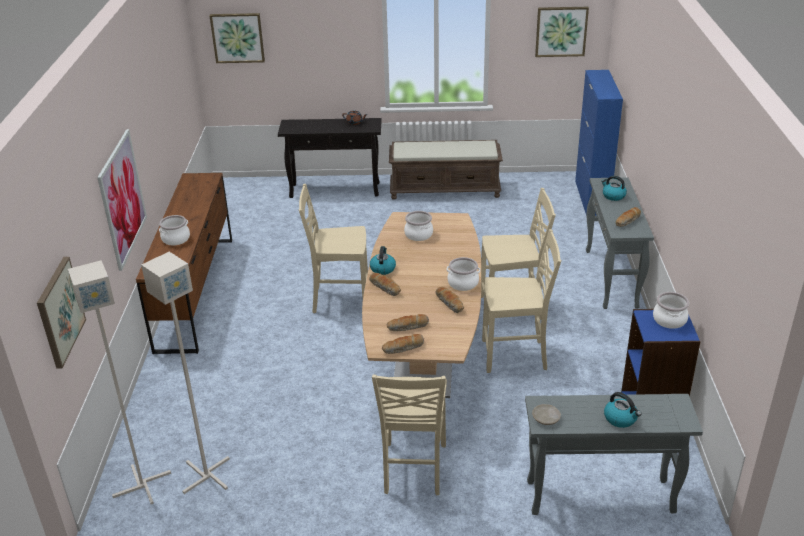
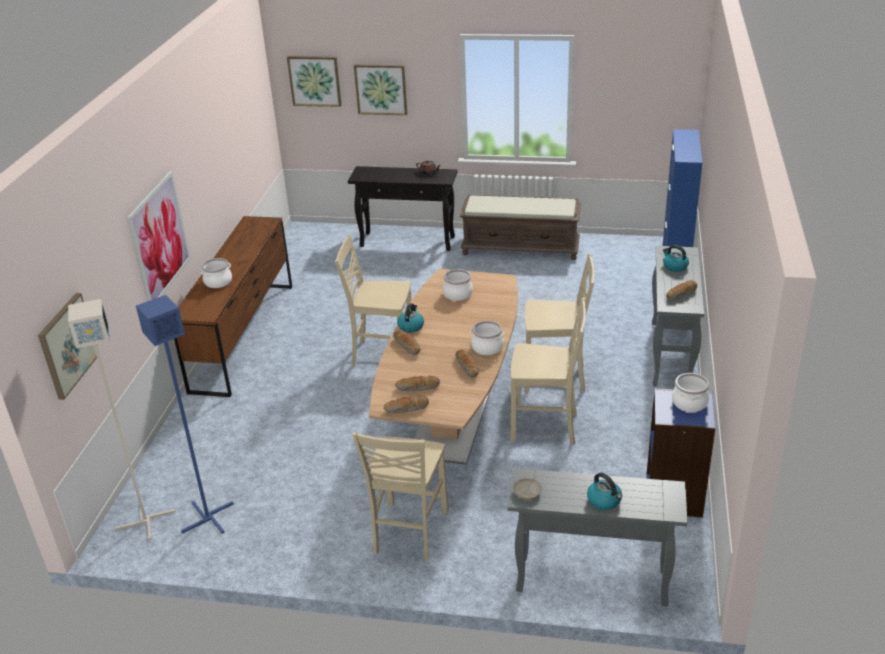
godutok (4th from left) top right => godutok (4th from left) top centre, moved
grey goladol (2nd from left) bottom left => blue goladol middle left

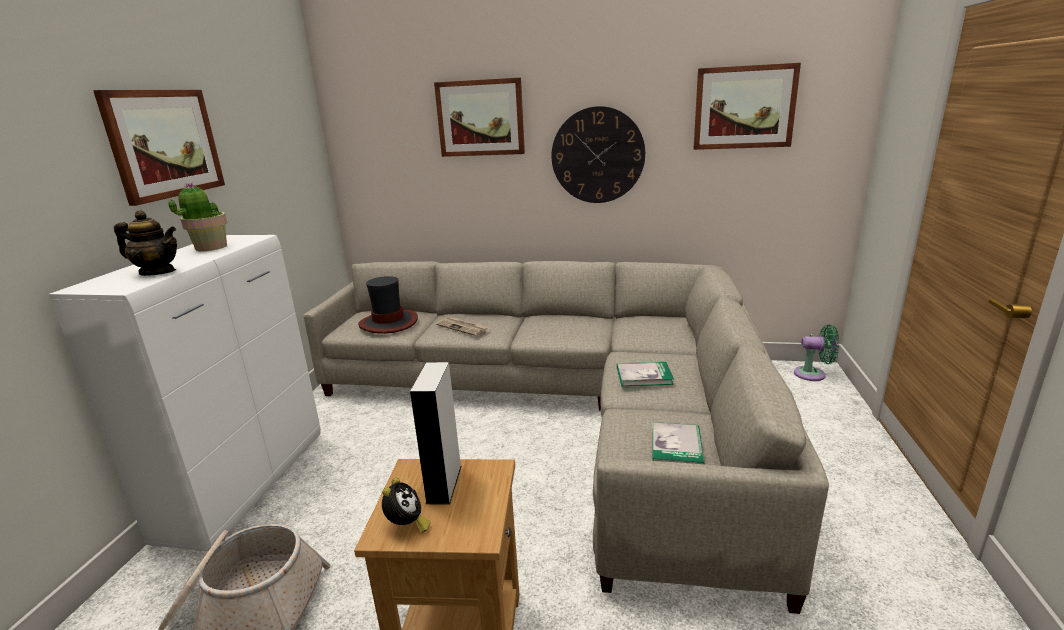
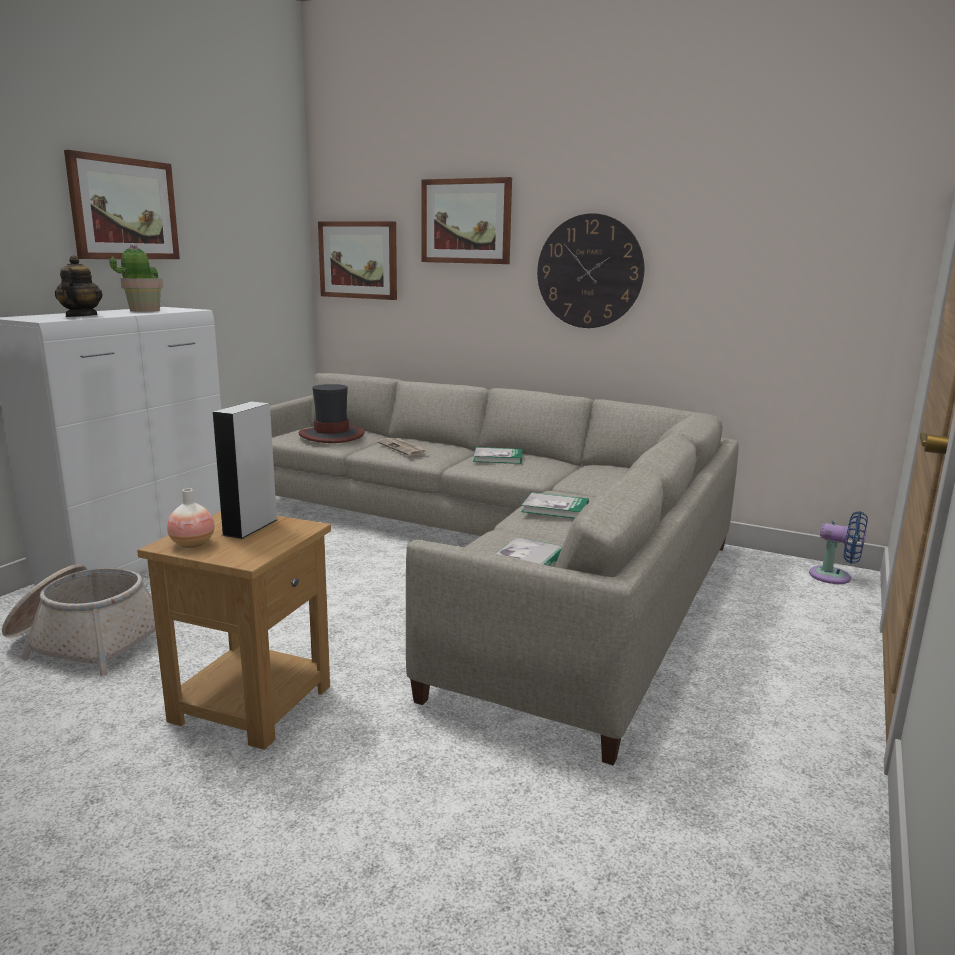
godutok (3rd from left in the first image) top right => godutok (2nd from left) top centre, moved
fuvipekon middle left => fuvipekon top left, 120 degrees counterclockwise
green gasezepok middle right => blue gasezepok middle right
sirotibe bottom centre => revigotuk middle left
nothing => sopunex (1st from left) centre

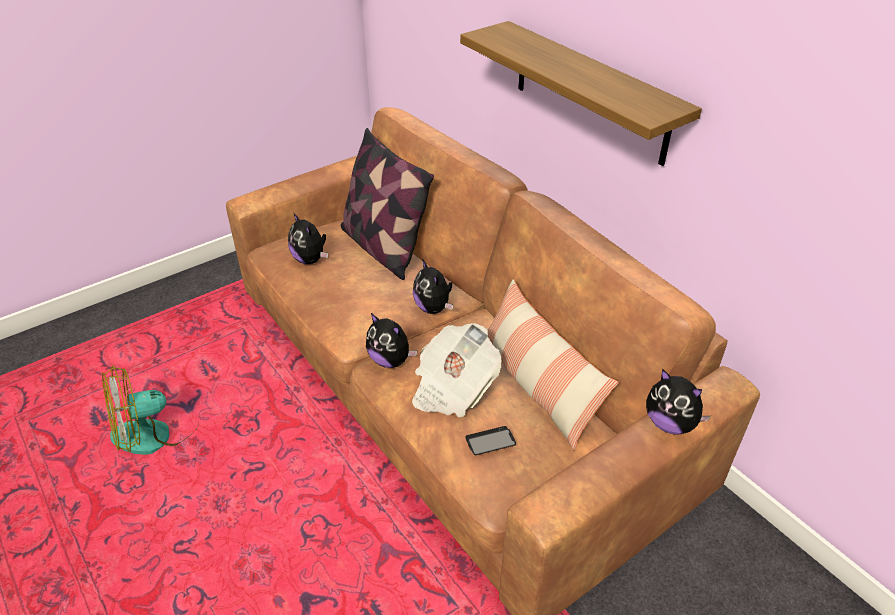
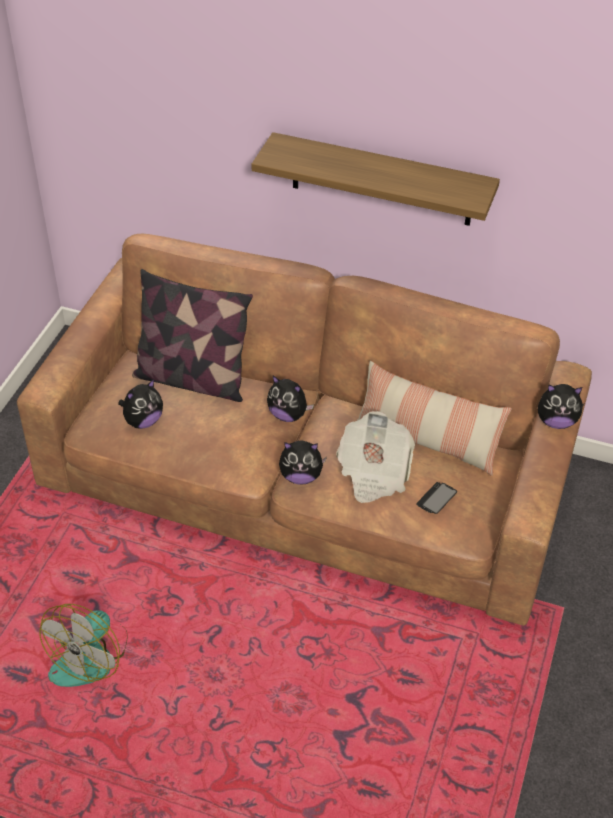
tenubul (1st from left) centre => tenubul (1st from left) middle left, 60 degrees counterclockwise

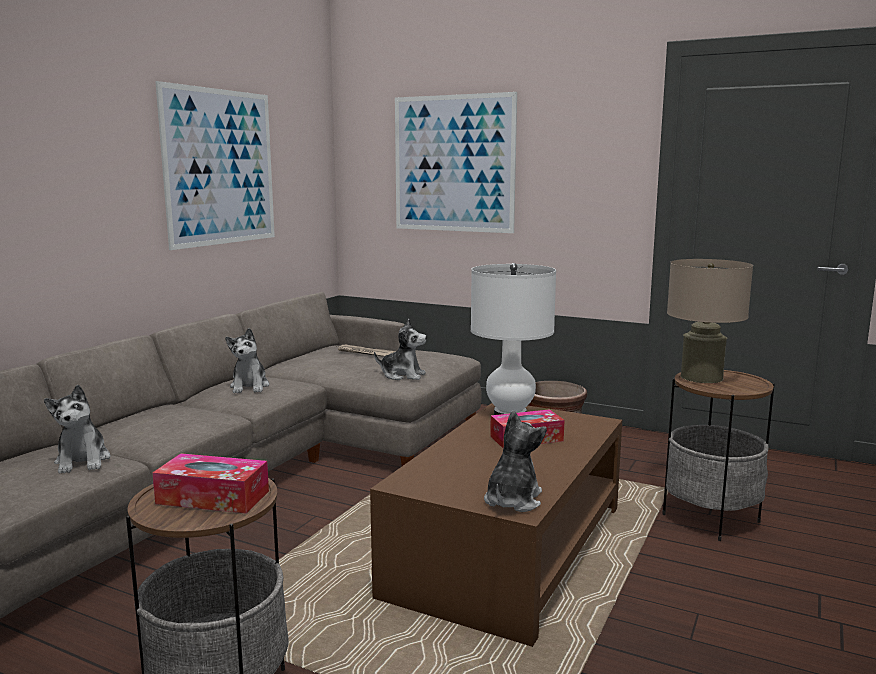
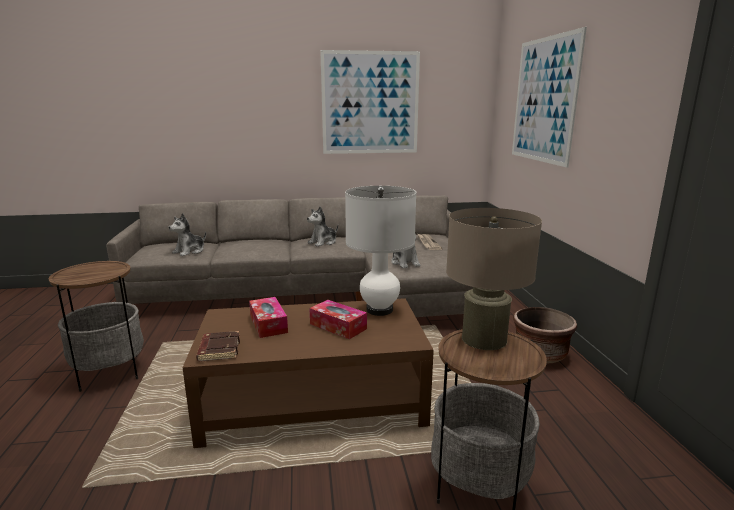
tenubul (4th from left) bottom centre => brown sopunex bottom left
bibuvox (1st from left) bottom left => bibuvox (1st from left) centre, moved

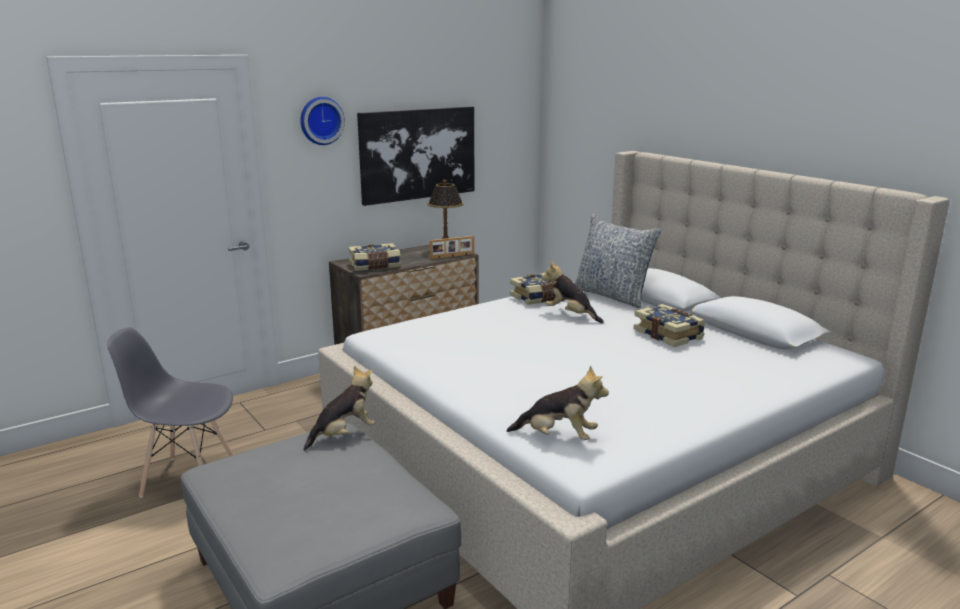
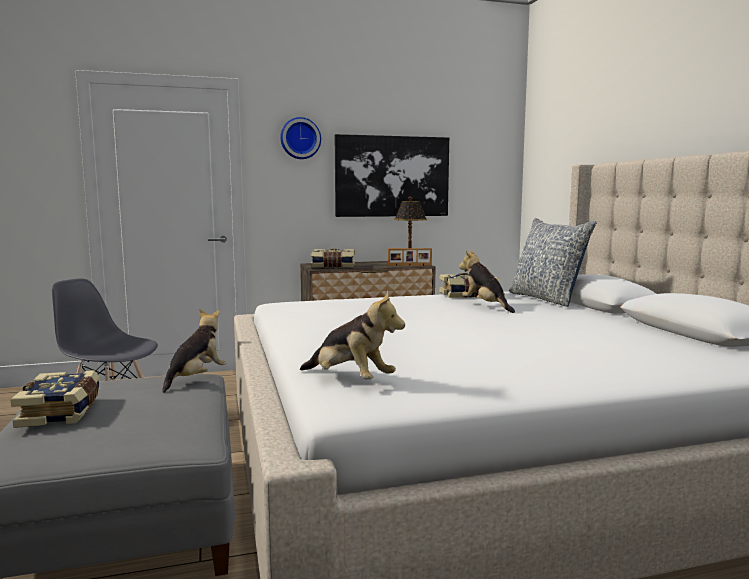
sopunex (3rd from left in the first image) middle right => sopunex (1st from left) bottom left, moved
tenubul (1st from left) bottom centre => tenubul (1st from left) middle left, 45 degrees counterclockwise

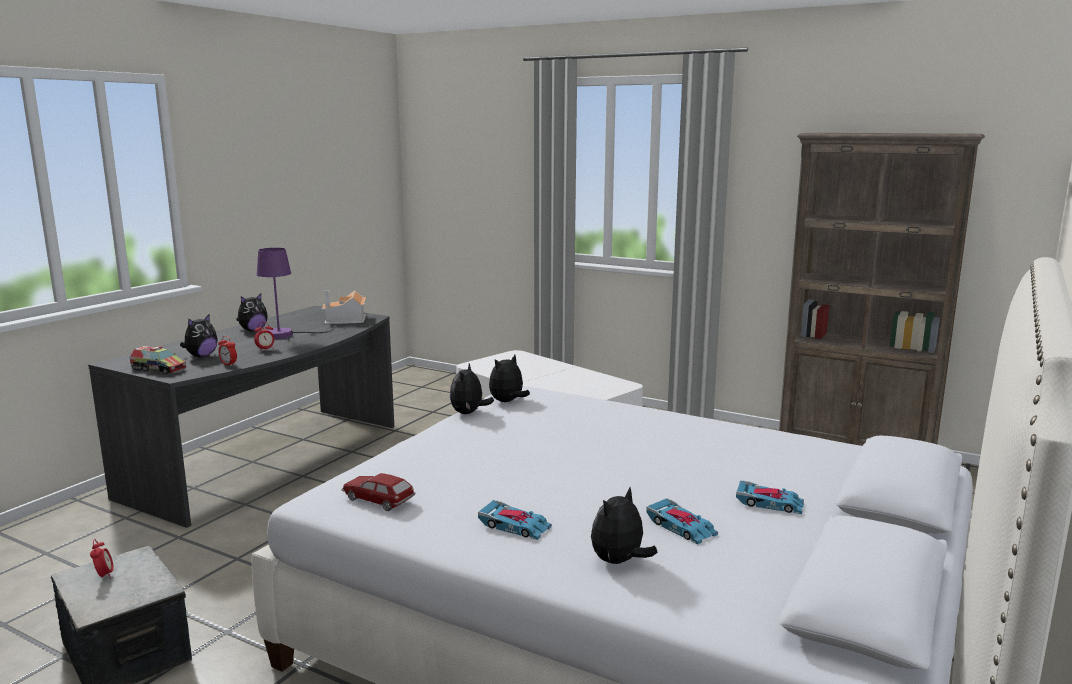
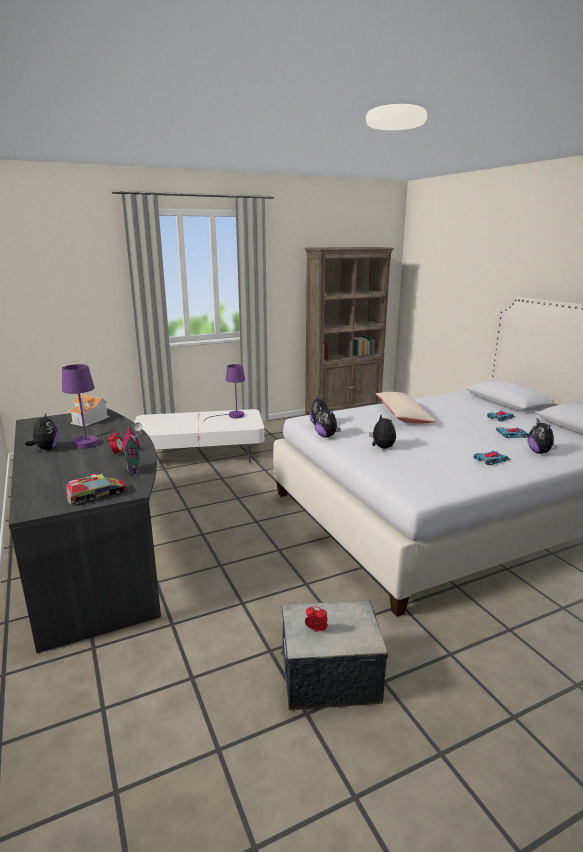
tenubul (1st from left in the first image) middle left => tenubul (4th from left) centre, moved
sirotibe (2nd from left) middle left => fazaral (2nd from left) middle left
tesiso (1st from left) bottom centre => nothing
nothing => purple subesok (2nd from left) centre
nothing => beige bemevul middle right

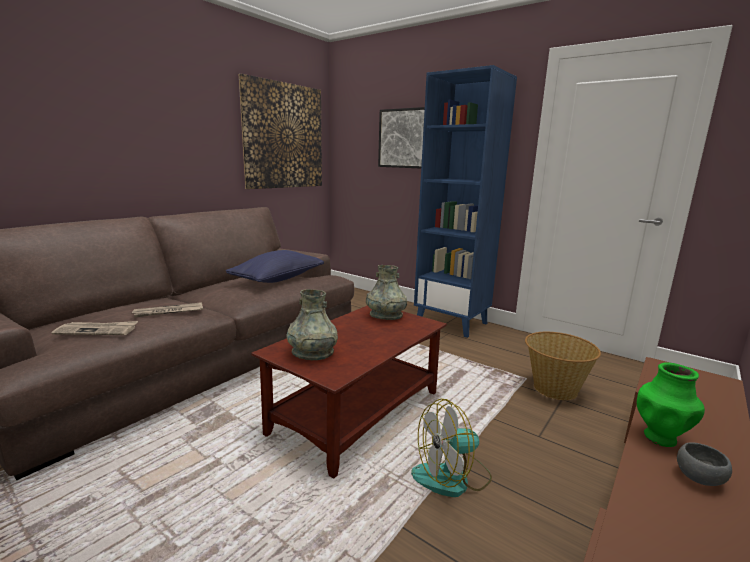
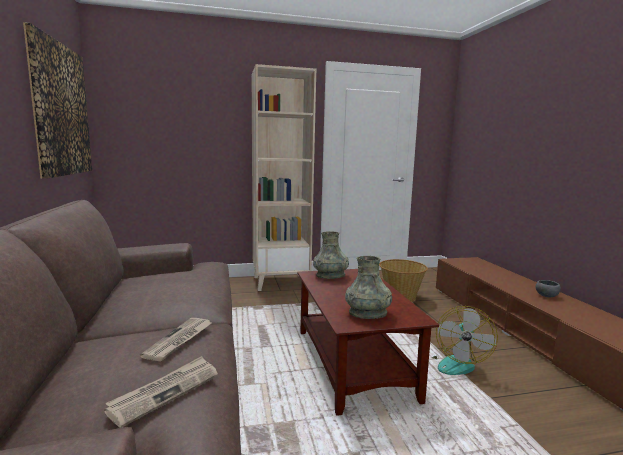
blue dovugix centre => beige dovugix centre
godutok (2nd from left) top centre => nothing
blue bemevul centre => nothing
green revigotuk bottom right => nothing

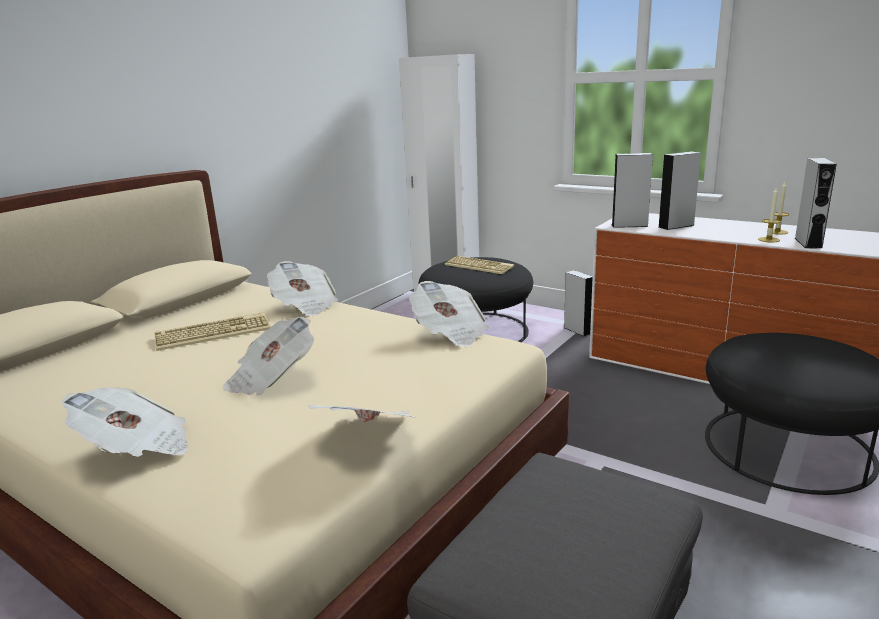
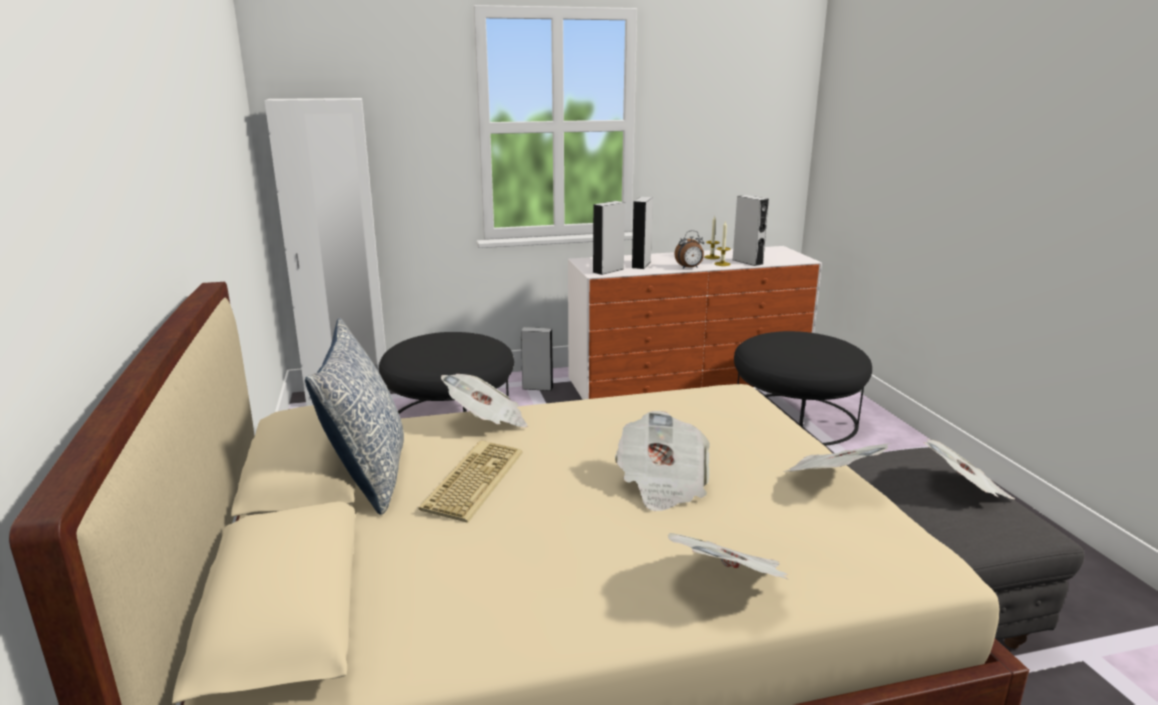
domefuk (2nd from left) centre => nothing
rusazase (5th from left) centre => rusazase (5th from left) middle right, moved
nothing => sirotibe centre
nothing => bemevul middle left

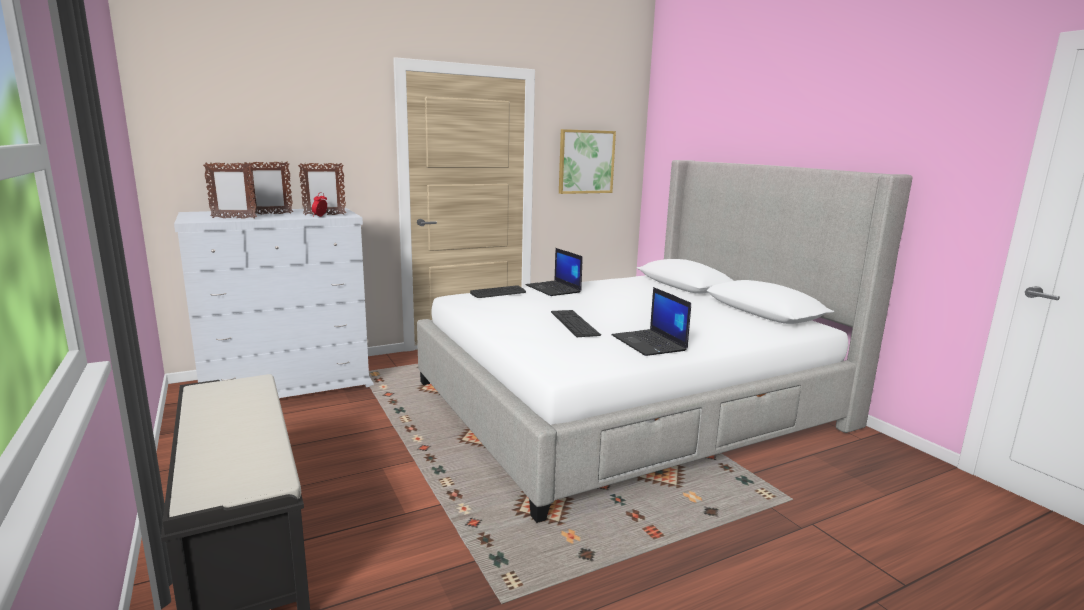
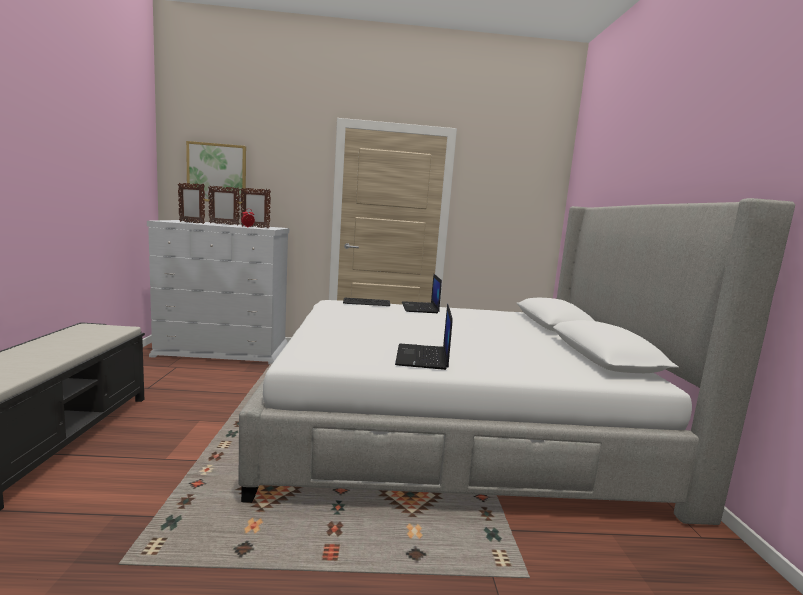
godutok top centre => godutok top left, moved
domefuk (2nd from left) centre => nothing

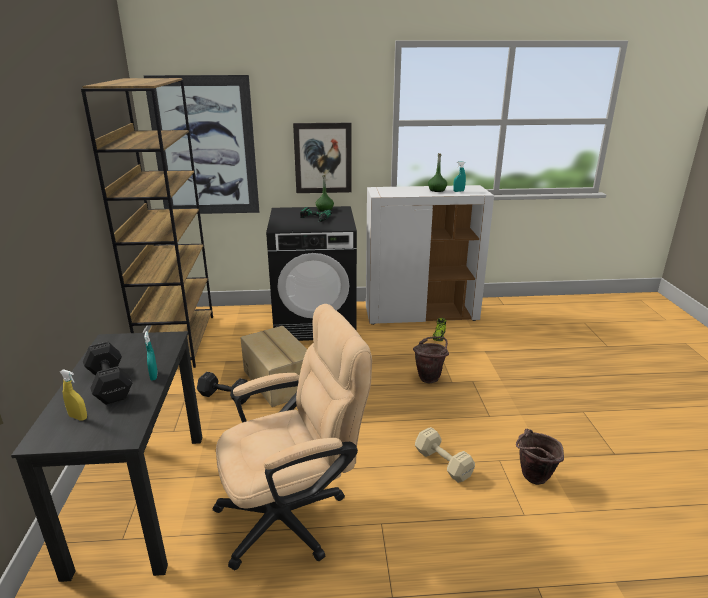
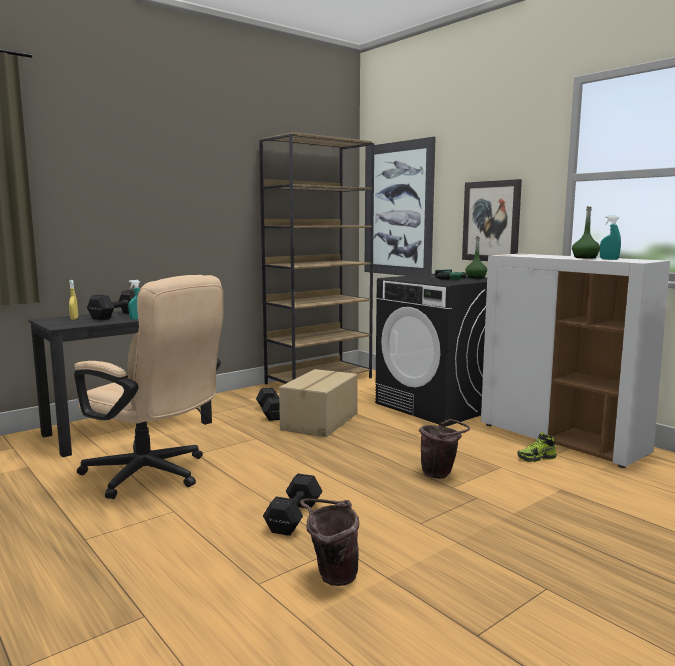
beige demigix bottom centre => black demigix (3rd from left) bottom centre

